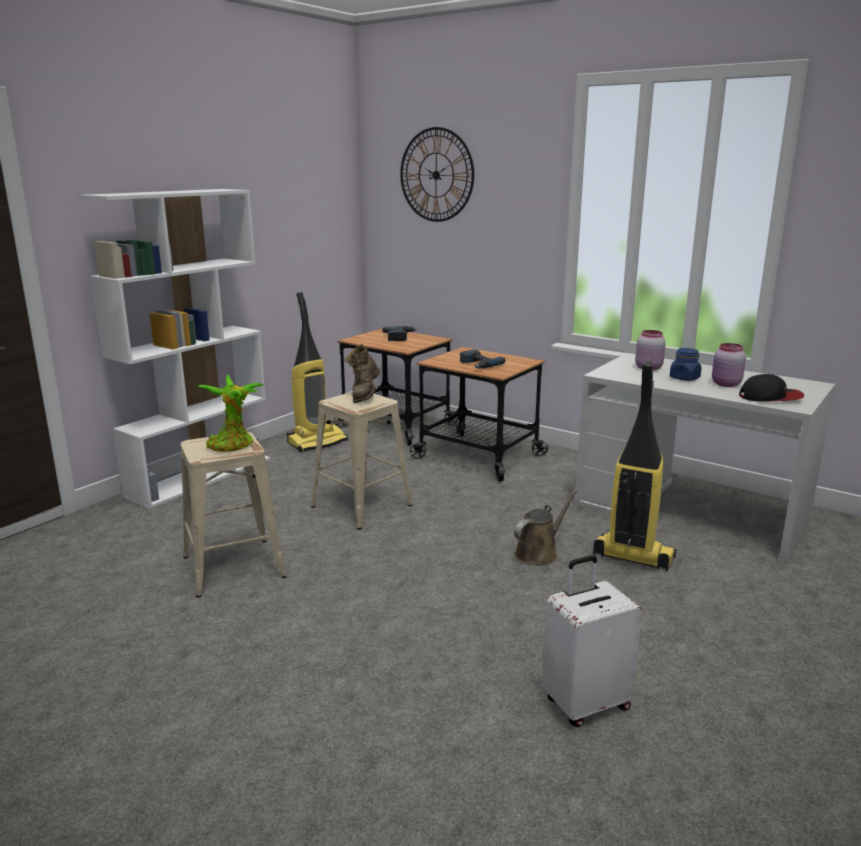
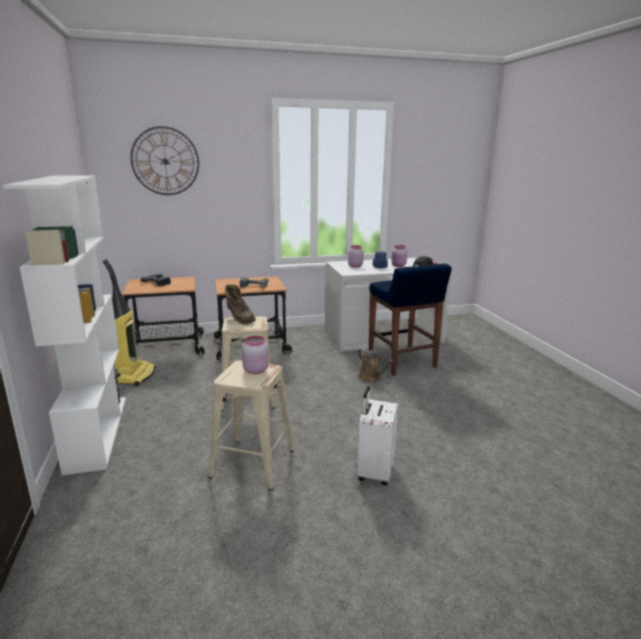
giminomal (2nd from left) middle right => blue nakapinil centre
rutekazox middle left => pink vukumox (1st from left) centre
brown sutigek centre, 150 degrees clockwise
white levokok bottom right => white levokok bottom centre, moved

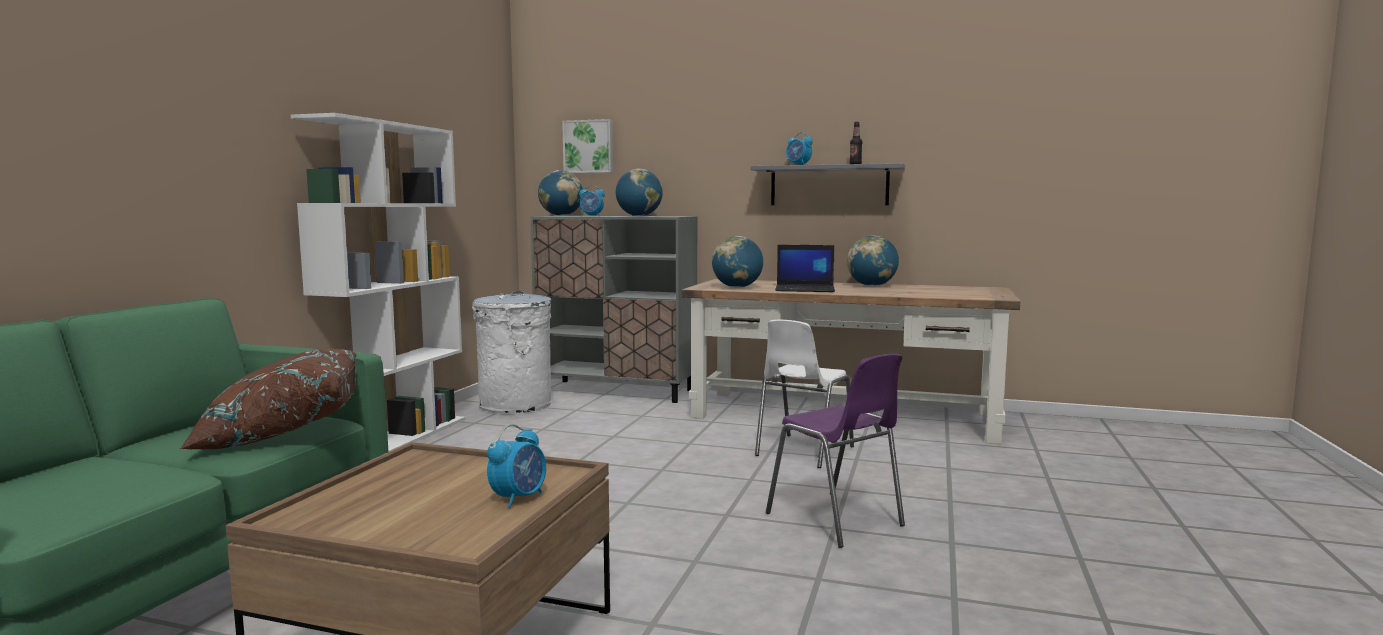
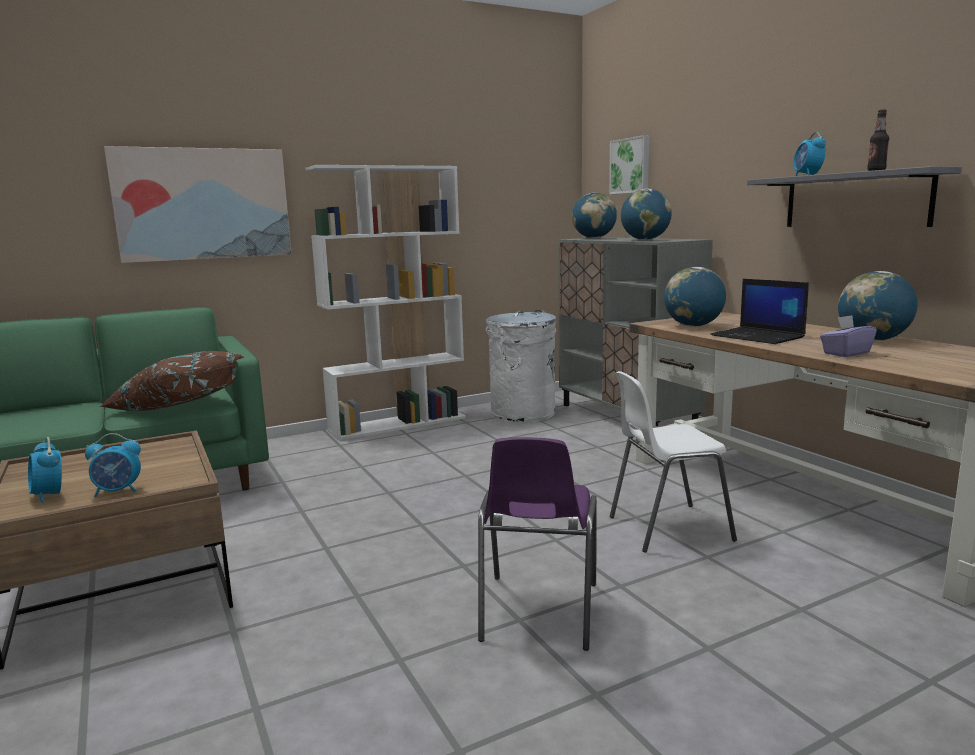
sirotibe (2nd from left in the first image) top centre => sirotibe (1st from left) middle left, moved
nothing => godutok (1st from left) top left
nothing => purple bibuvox middle right

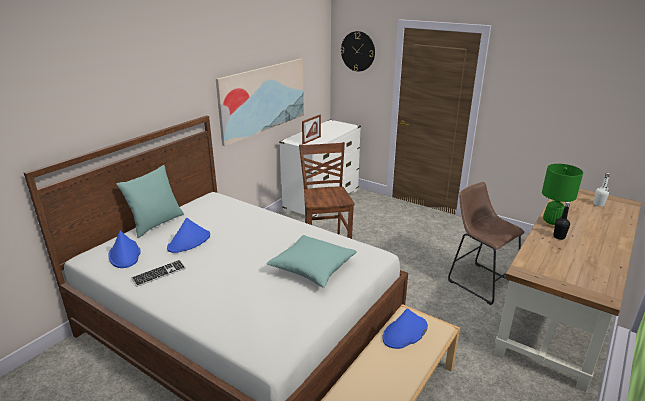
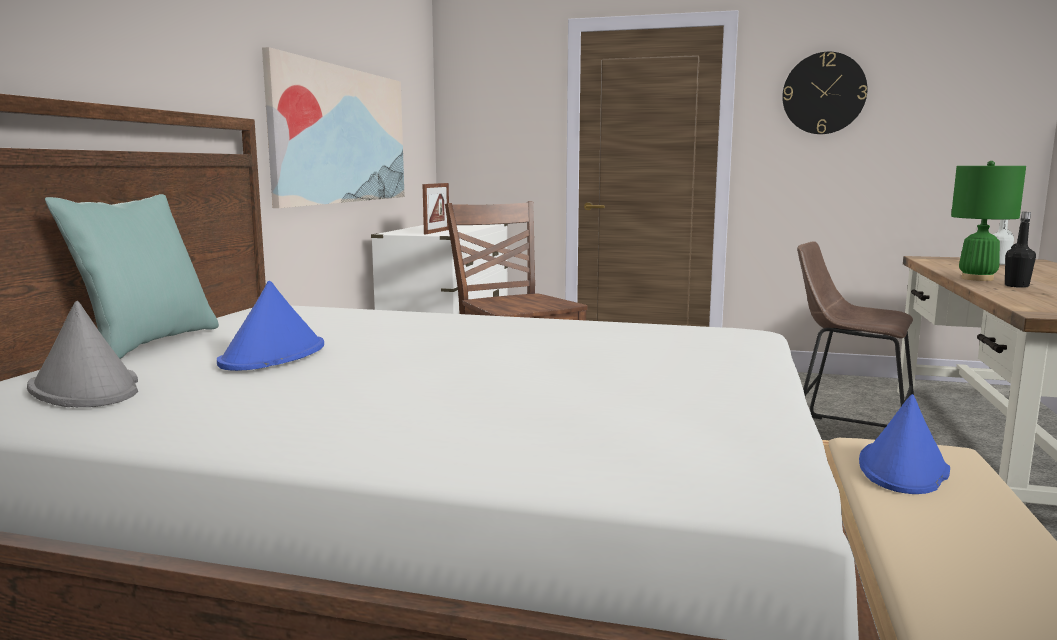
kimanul top centre => kimanul top right, moved
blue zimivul (1st from left) middle left => grey zimivul middle left
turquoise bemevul (2nd from left) centre => nothing
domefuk bottom left => nothing

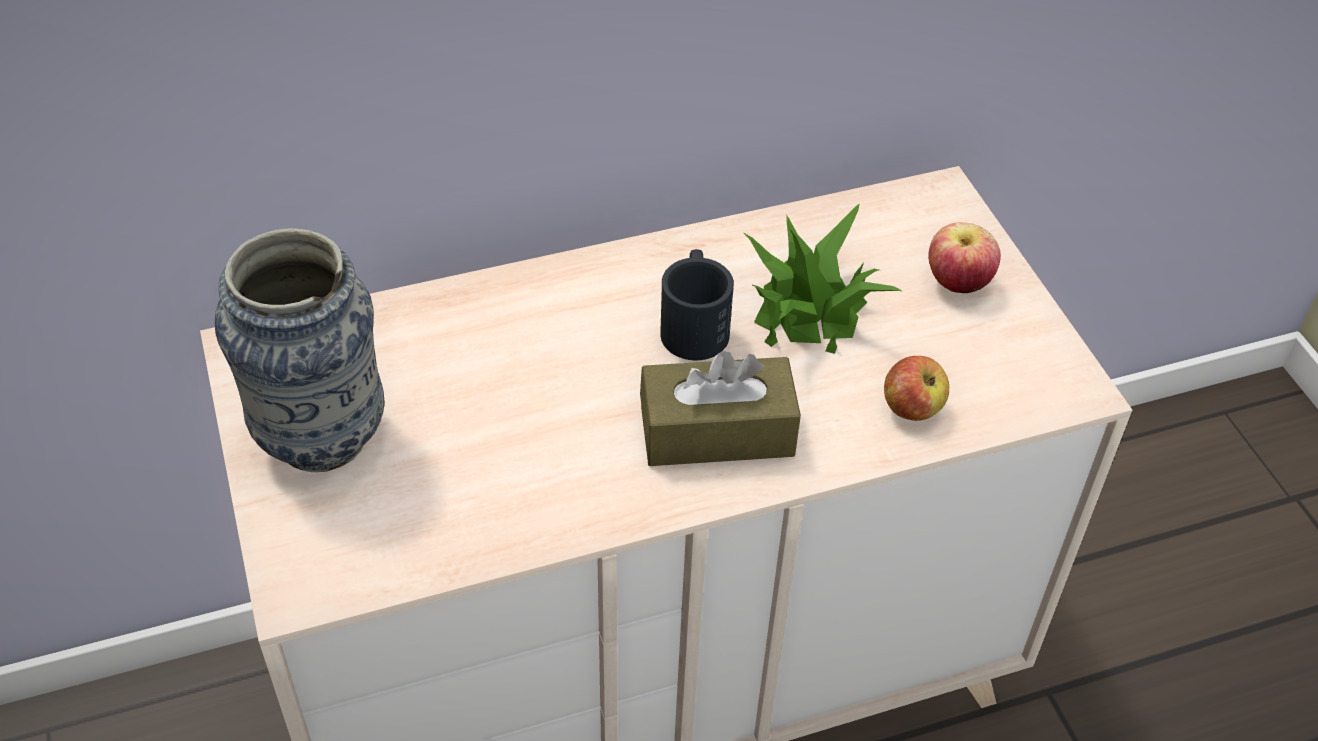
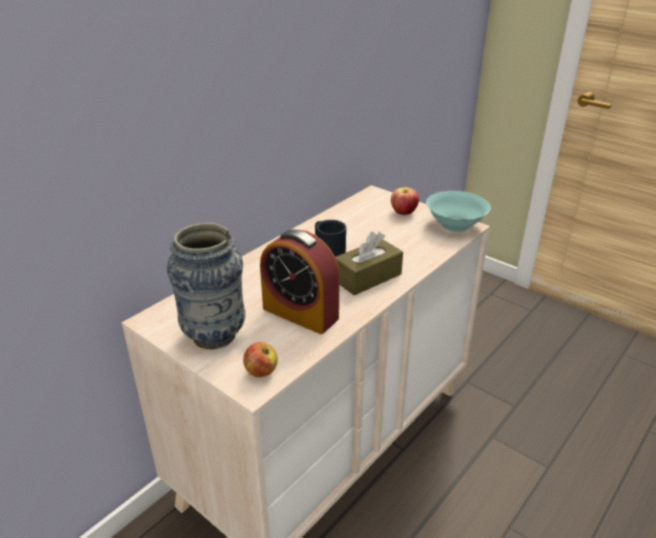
rutekazox centre => nothing
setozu (1st from left) middle right => setozu (1st from left) bottom centre, moved
nothing => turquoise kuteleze middle right
nothing => sirotibe centre

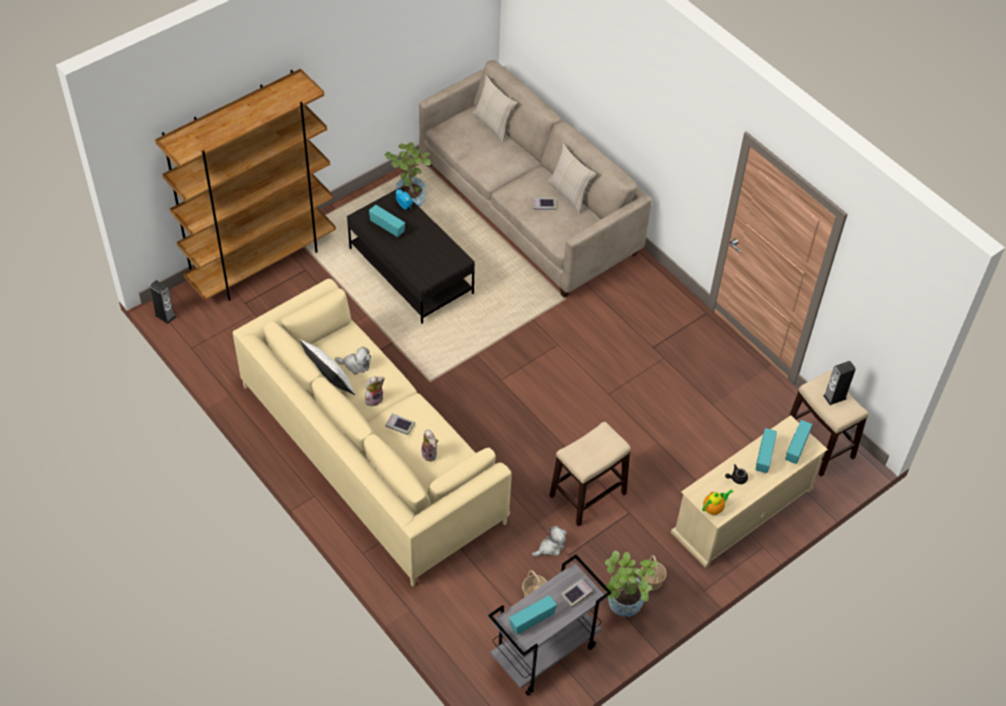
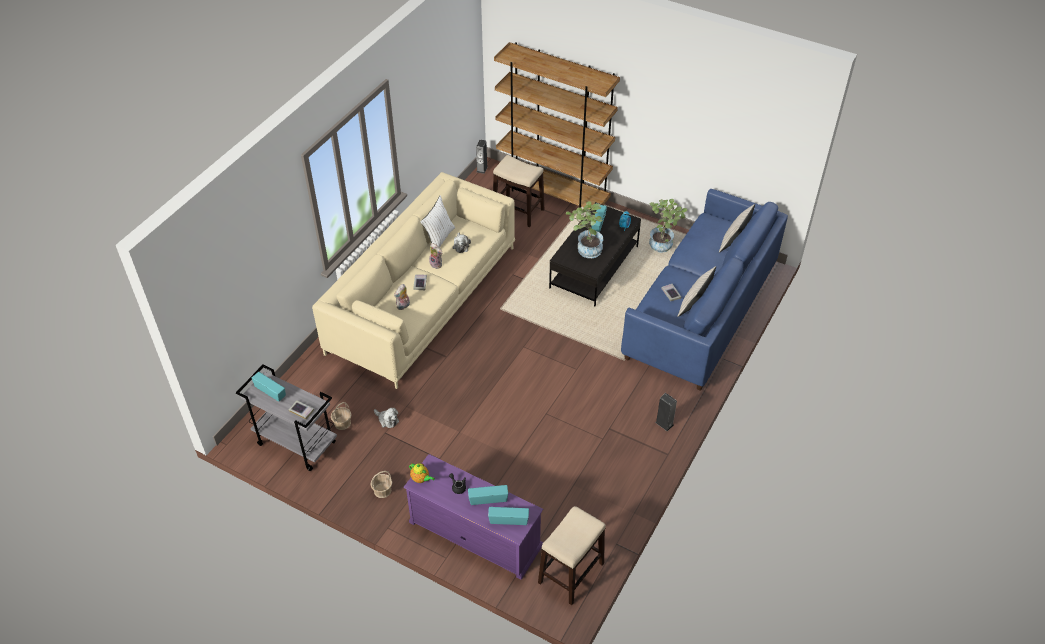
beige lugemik (2nd from left) top centre => blue lugemik middle right
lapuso (2nd from left) middle right => lapuso (2nd from left) centre, moved
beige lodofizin bottom right => purple lodofizin bottom centre
nakapinil (1st from left) bottom centre => nakapinil (1st from left) top centre, moved
rutekazox (2nd from left in the first image) bottom centre => rutekazox (1st from left) centre, moved

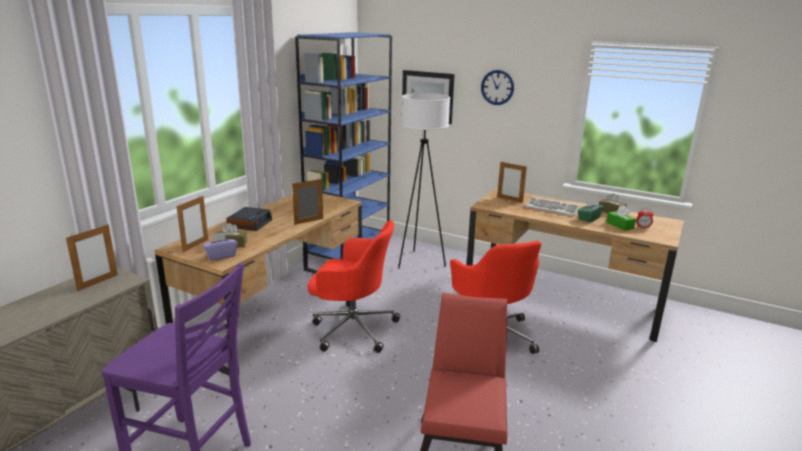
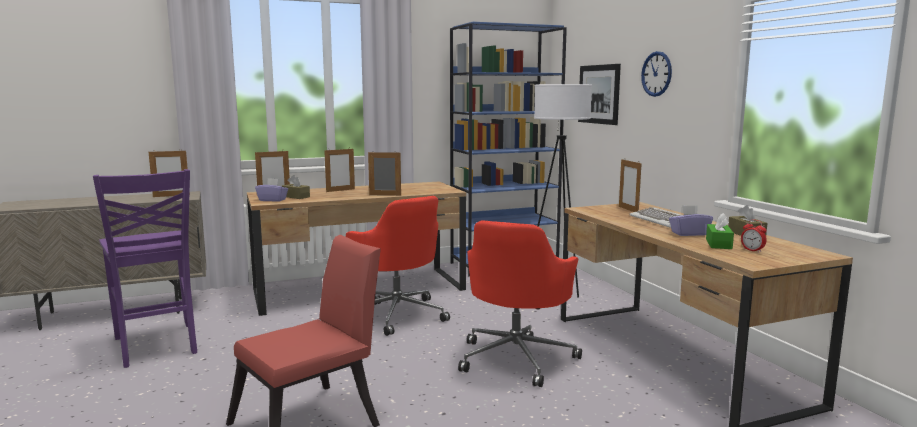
green bibuvox (1st from left) middle right => purple bibuvox (2nd from left) middle right
sirotibe (1st from left) middle left => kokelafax (3rd from left) centre

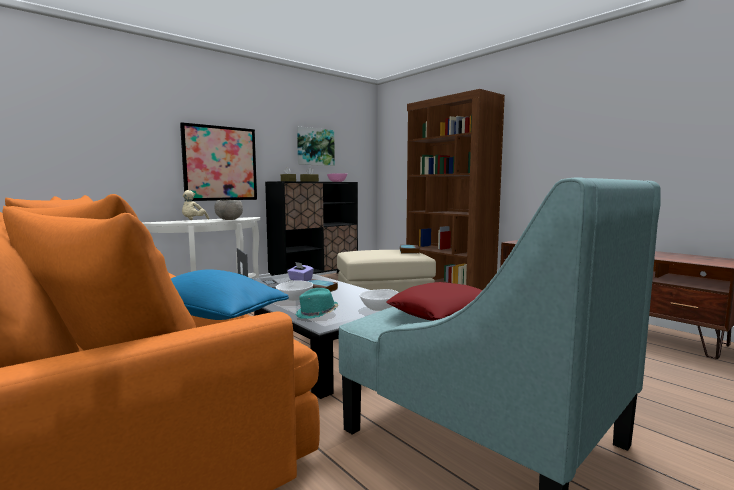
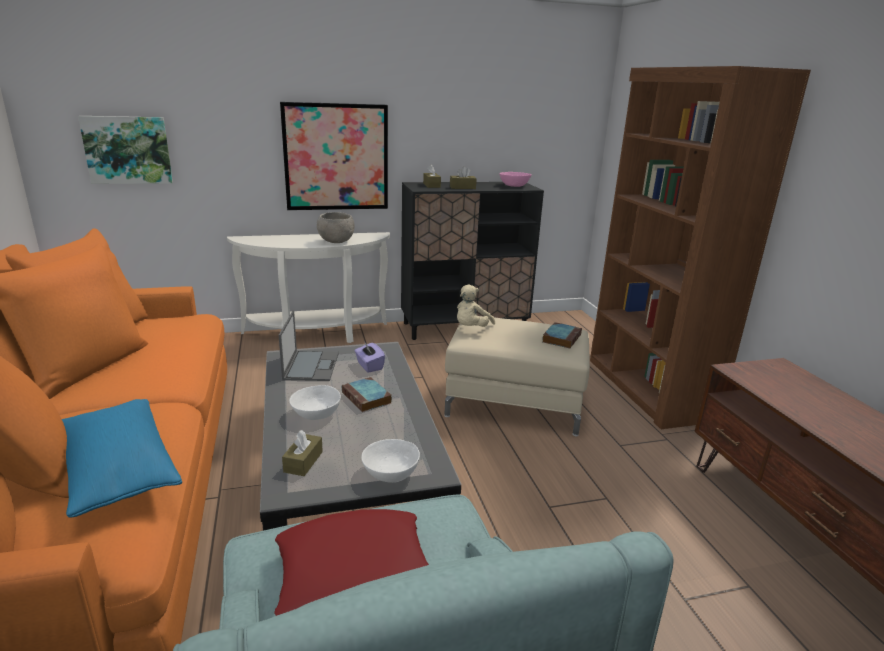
godutok (2nd from left in the first image) top centre => godutok (1st from left) top left, moved
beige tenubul middle left => beige tenubul centre, moved
turquoise zimivul centre => brown bibuvox (1st from left) bottom centre

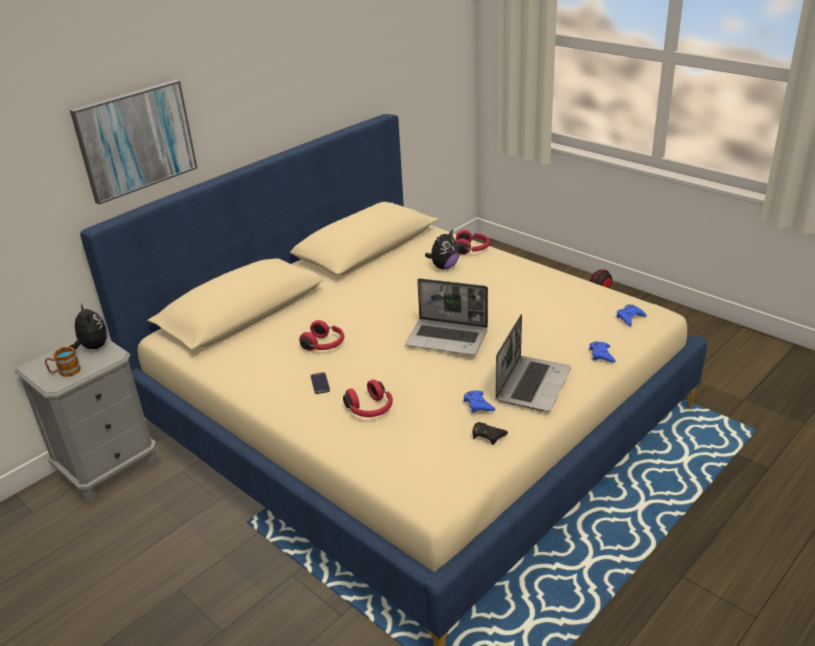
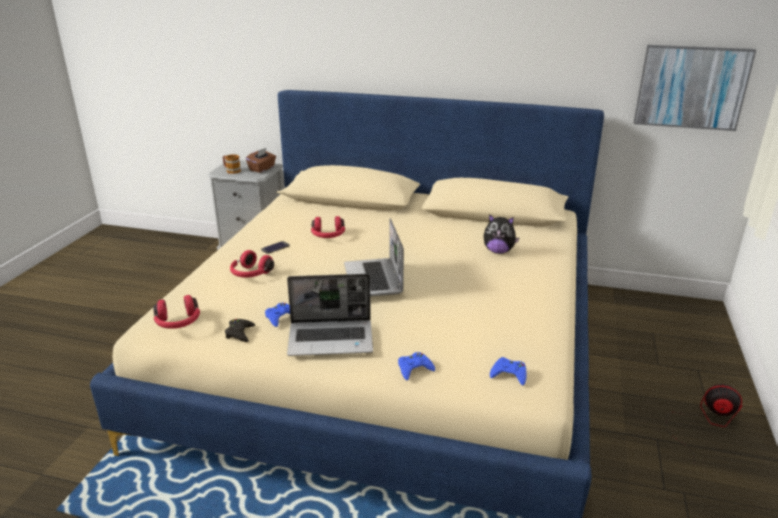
godutok top left => godutok top right, moved
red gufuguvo (3rd from left in the first image) centre => red gufuguvo (1st from left) middle left, moved
tenubul (1st from left) middle left => brown bibuvox top centre

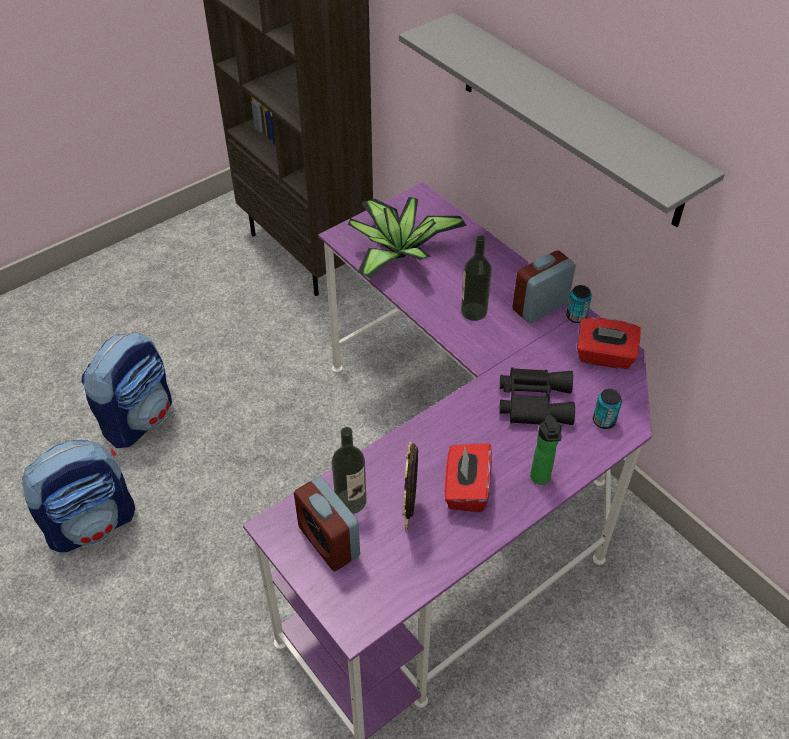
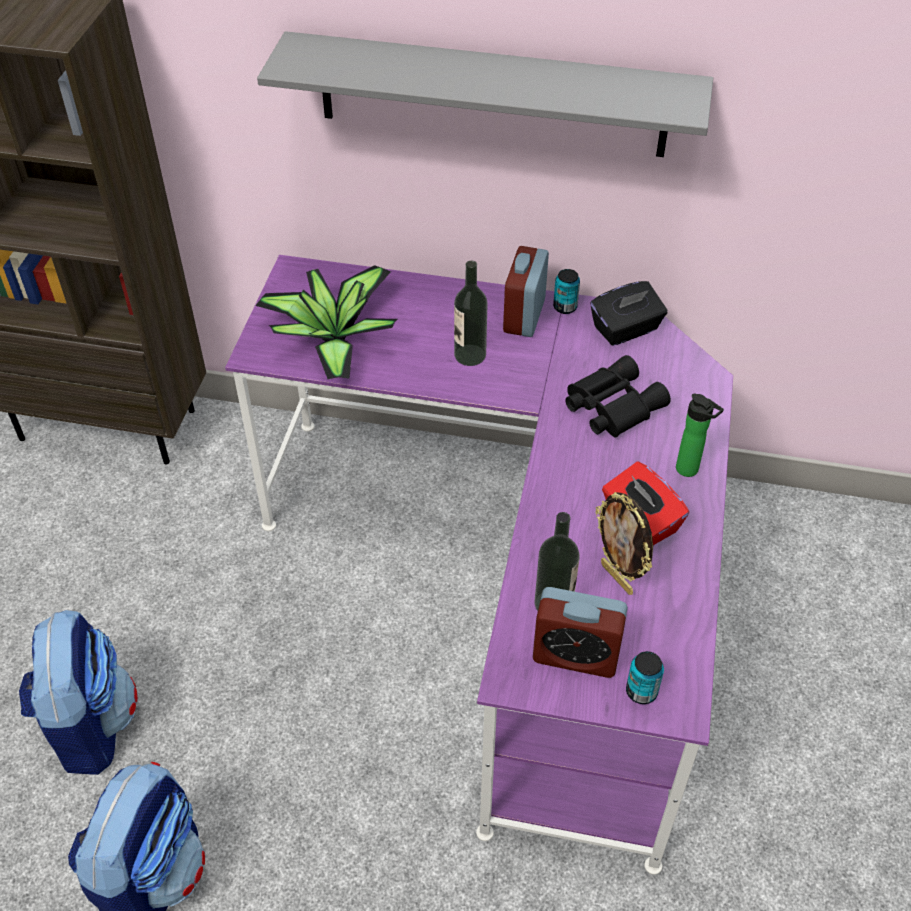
red bibuvox (2nd from left) middle right => black bibuvox middle right
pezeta (2nd from left) middle right => pezeta (2nd from left) bottom right, moved

